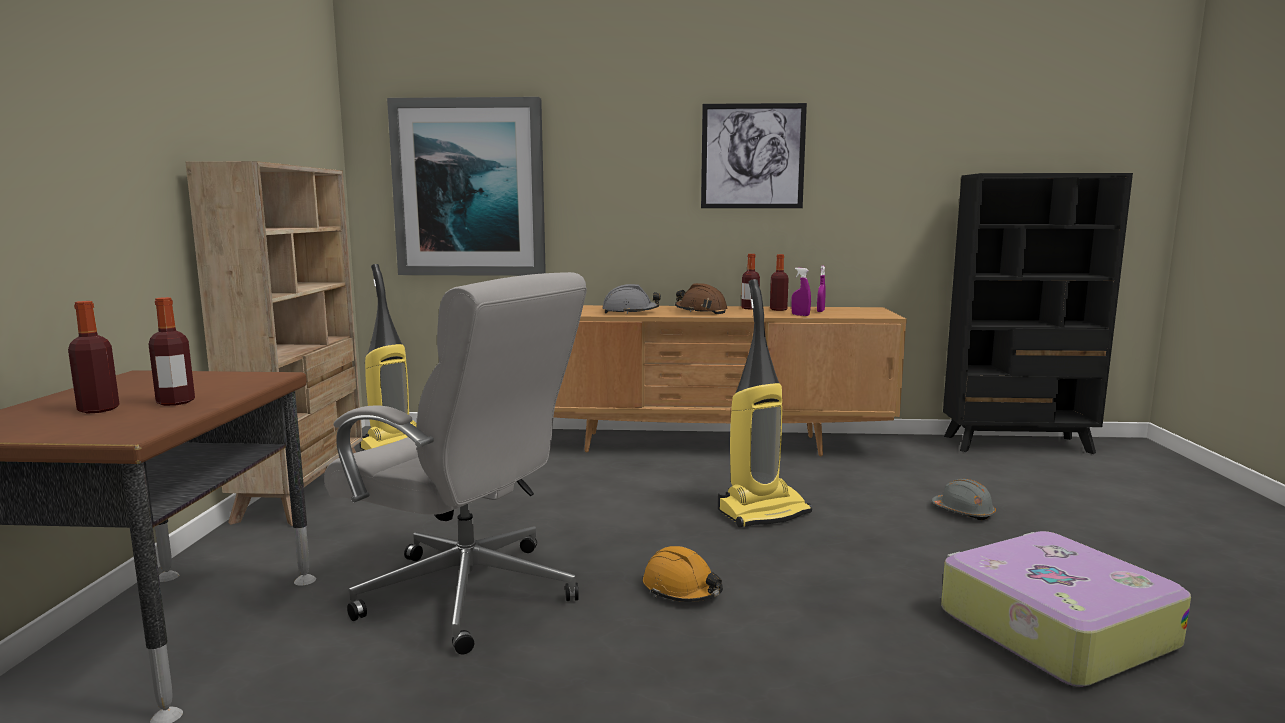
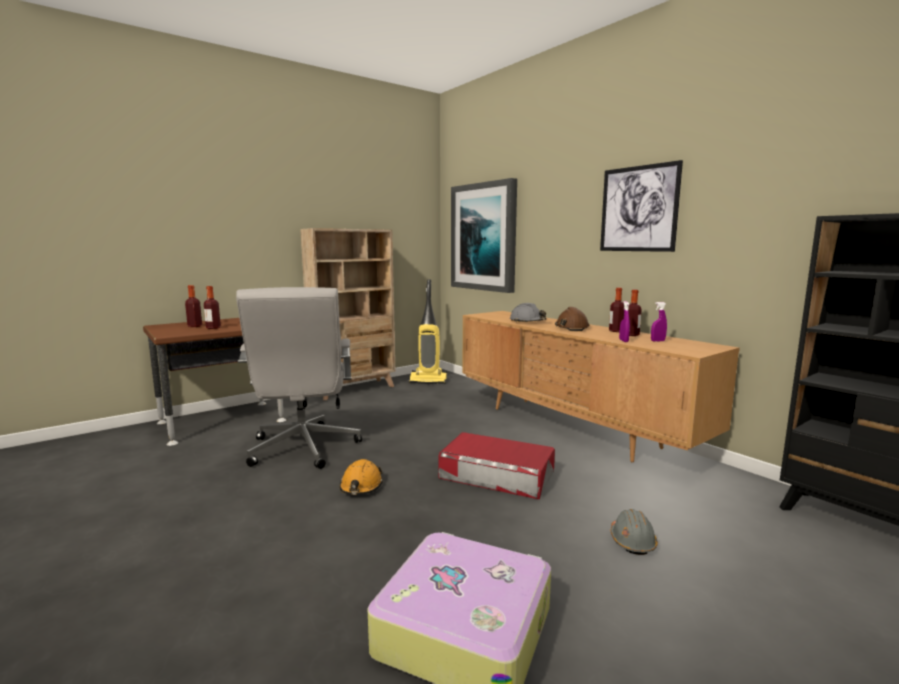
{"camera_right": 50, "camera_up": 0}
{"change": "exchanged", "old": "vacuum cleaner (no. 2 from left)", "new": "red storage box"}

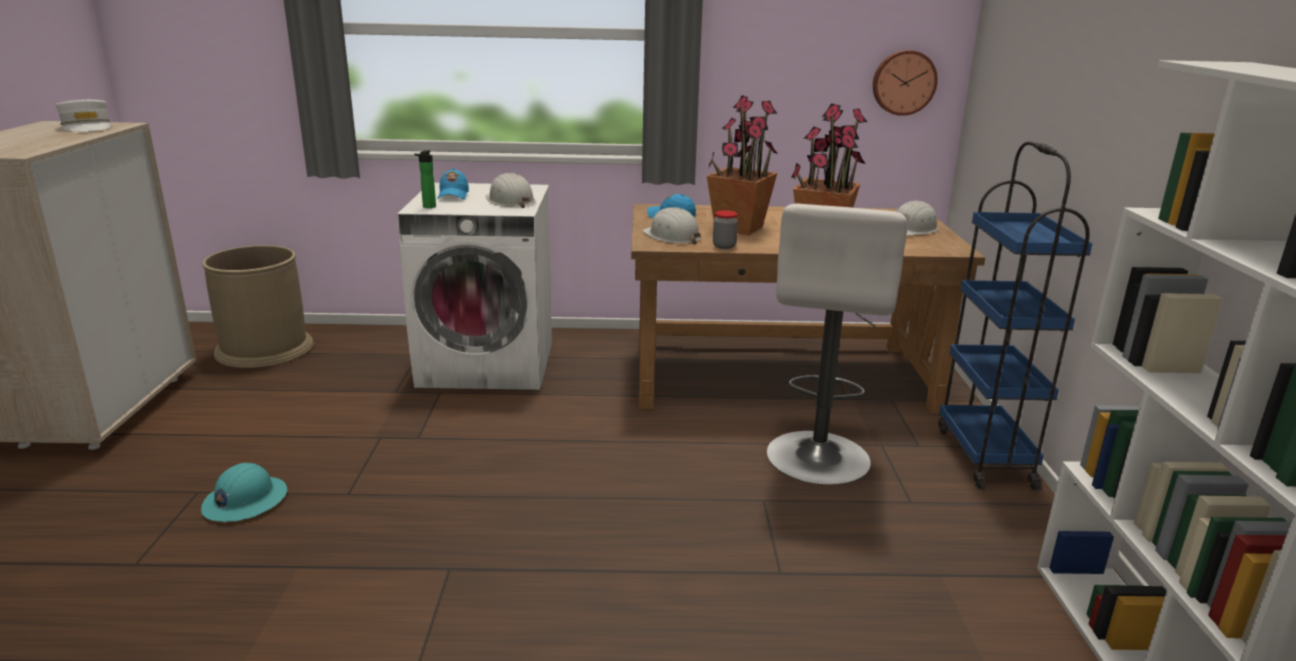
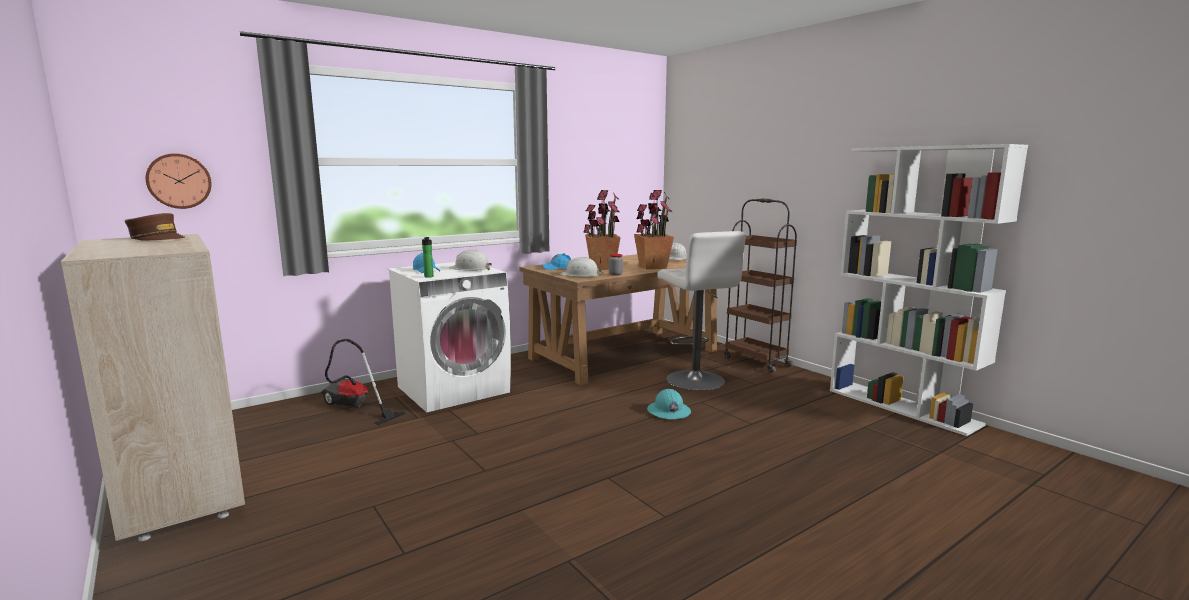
{"camera_right": -35, "camera_up": -10}
{"change": "relocated", "old": "wall clock"}
{"change": "colour", "old": "white cap", "new": "brown cap"}
{"change": "colour", "old": "blue cart", "new": "brown cart"}
{"change": "missing", "old": "brown trash can"}
{"change": "relocated", "old": "turquoise hard hat"}
{"change": "appeared", "new": "vacuum cleaner"}

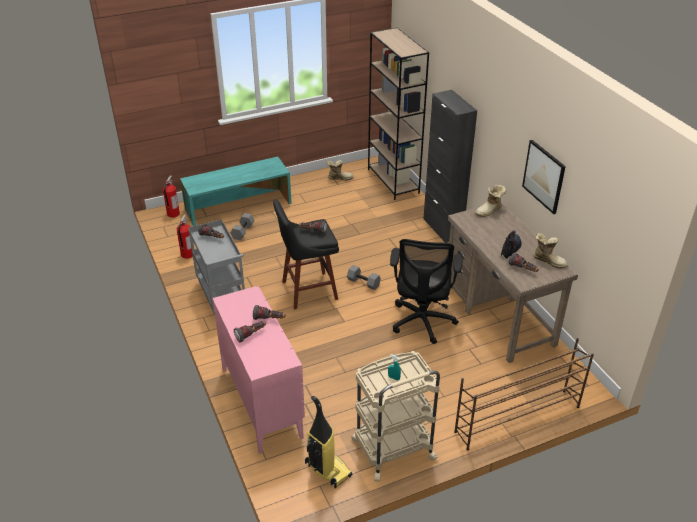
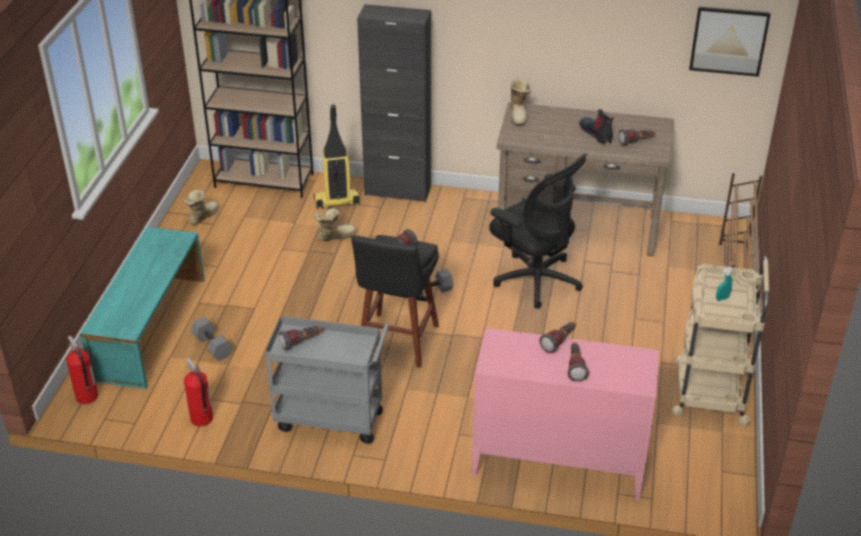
{"camera_right": -55, "camera_up": 0}
{"change": "relocated", "old": "picture"}
{"change": "relocated", "old": "boot (no. 4 from left in the first image)", "new": "boot (no. 2 from left)"}
{"change": "relocated", "old": "vacuum cleaner"}

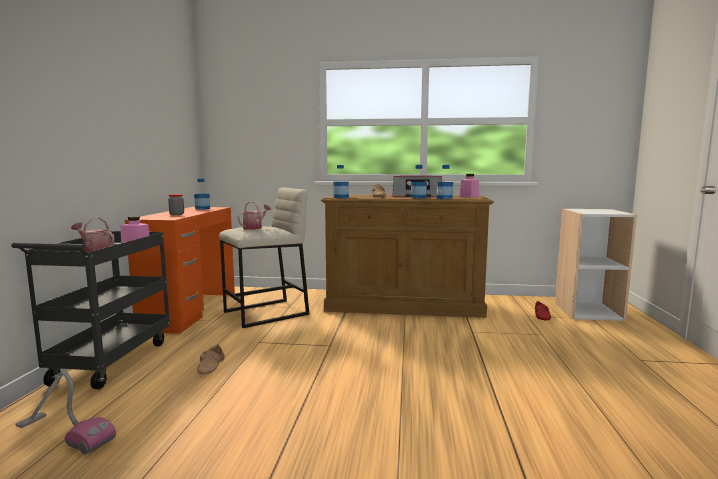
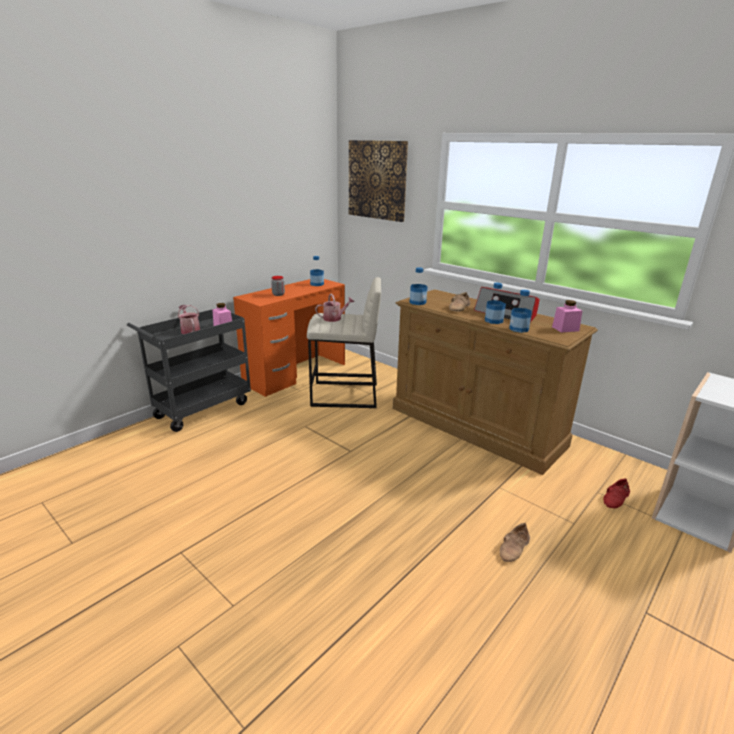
{"camera_right": 35, "camera_up": 15}
{"change": "relocated", "old": "beige shoe (no. 1 from left in the first image)", "new": "beige shoe (no. 2 from left)"}
{"change": "missing", "old": "vacuum cleaner"}
{"change": "appeared", "new": "picture"}

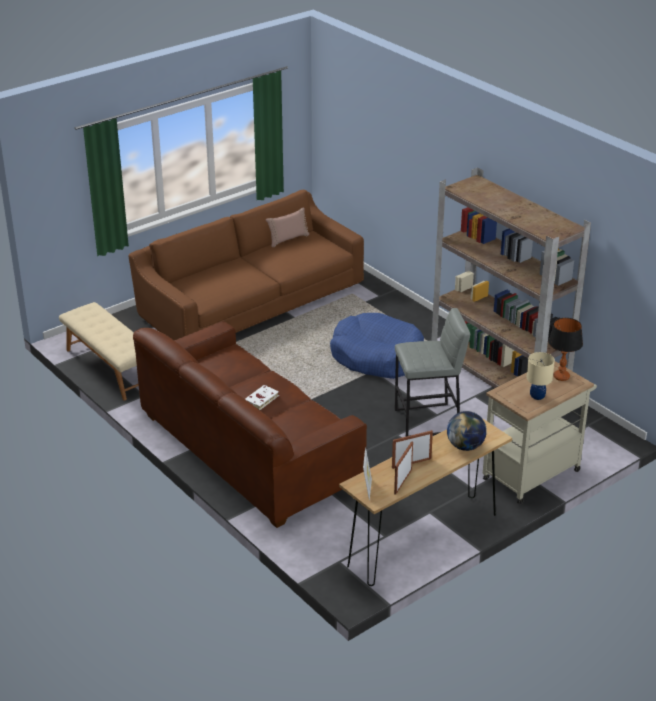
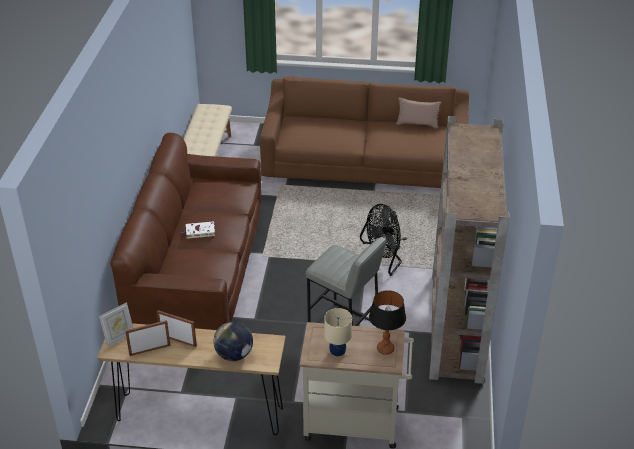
{"camera_right": 45, "camera_up": 5}
{"change": "exchanged", "old": "blue dog bed", "new": "black fan"}

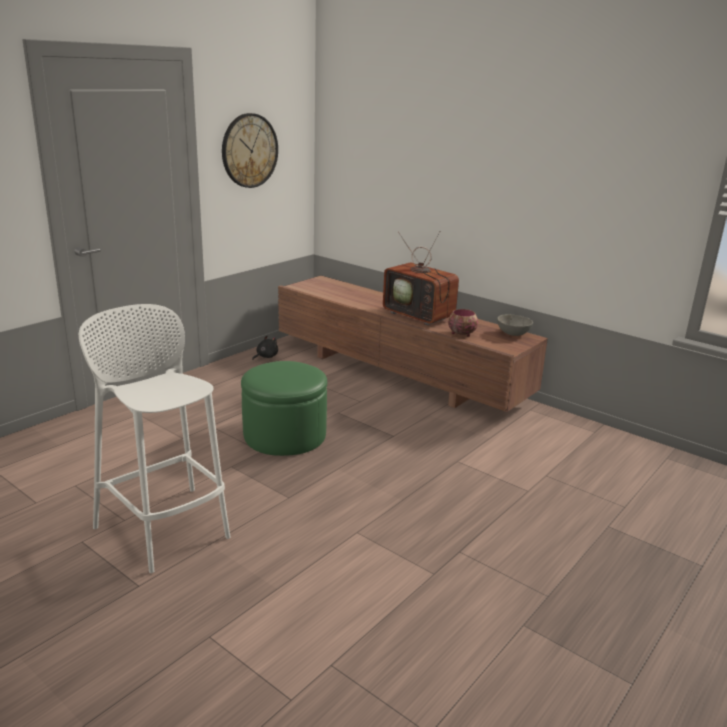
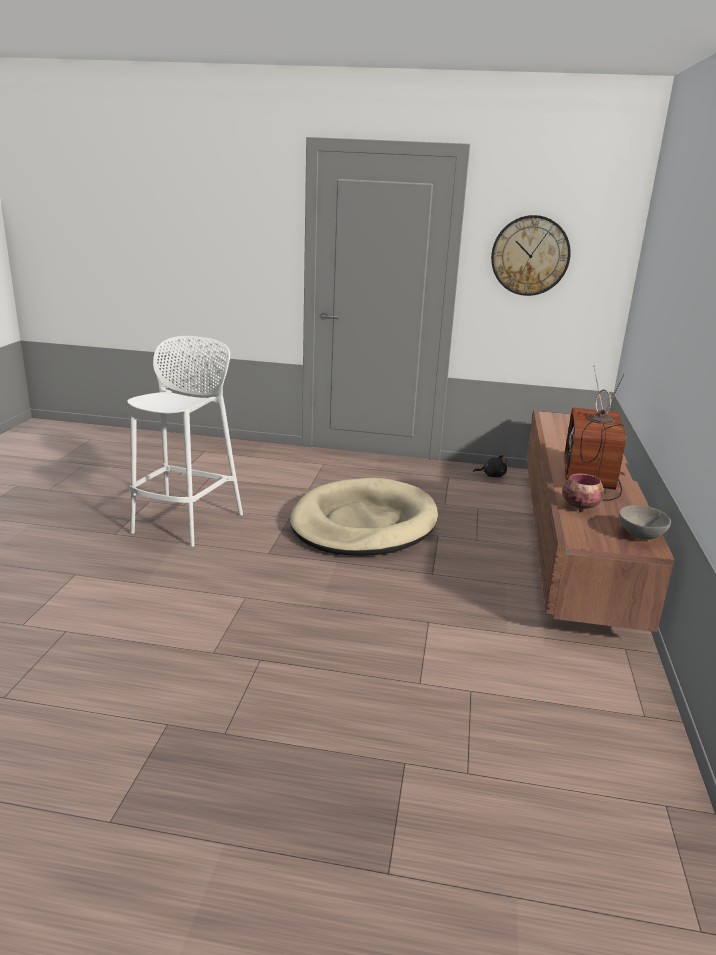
{"camera_right": 60, "camera_up": 0}
{"change": "exchanged", "old": "green ottoman", "new": "beige dog bed"}

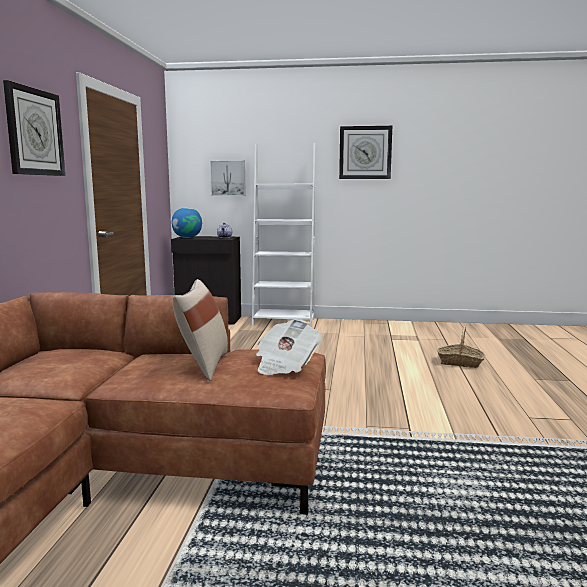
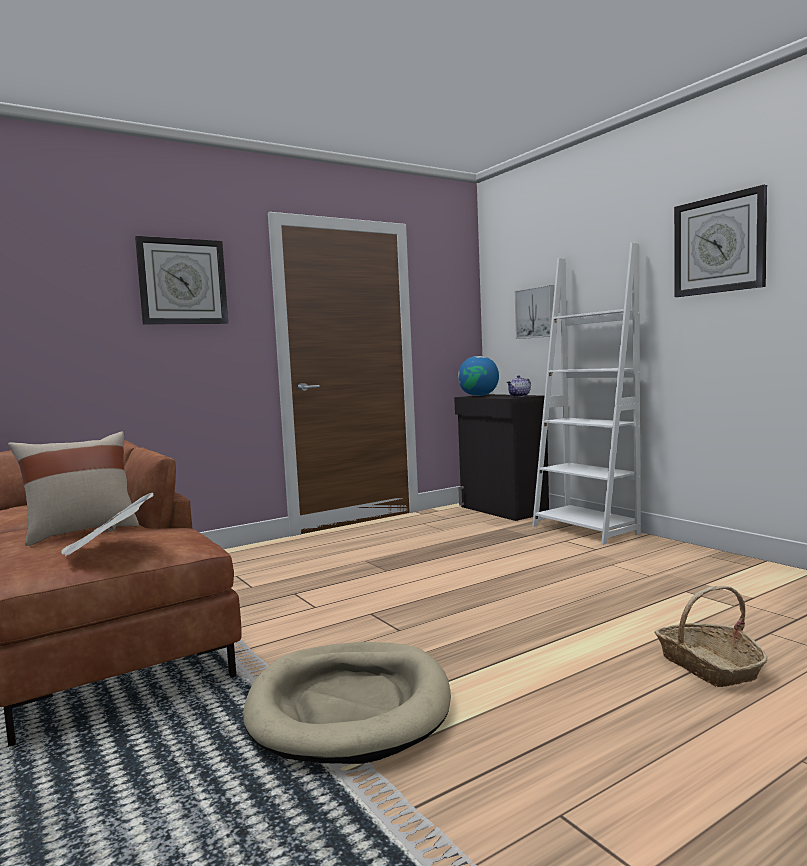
{"camera_right": 50, "camera_up": -5}
{"change": "appeared", "new": "beige dog bed"}

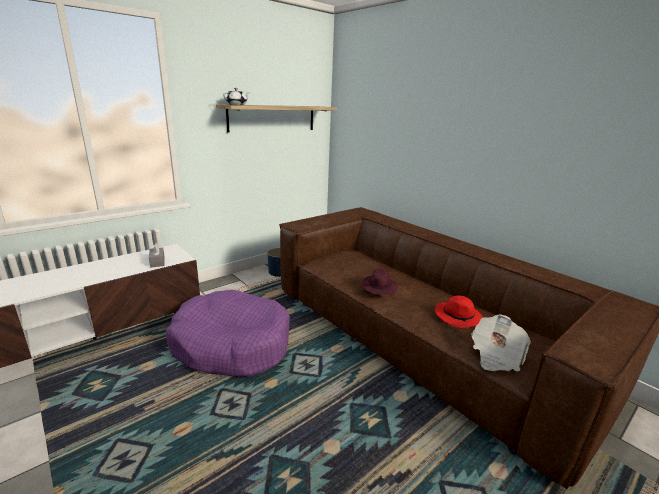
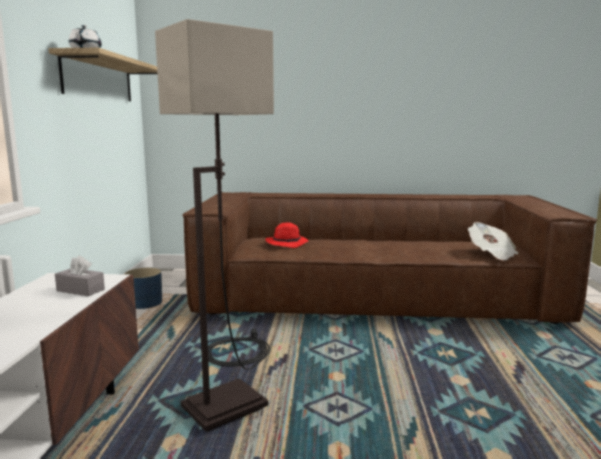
{"camera_right": -45, "camera_up": -10}
{"change": "missing", "old": "purple hat"}
{"change": "exchanged", "old": "purple dog bed", "new": "floor lamp"}
{"change": "relocated", "old": "red hat"}

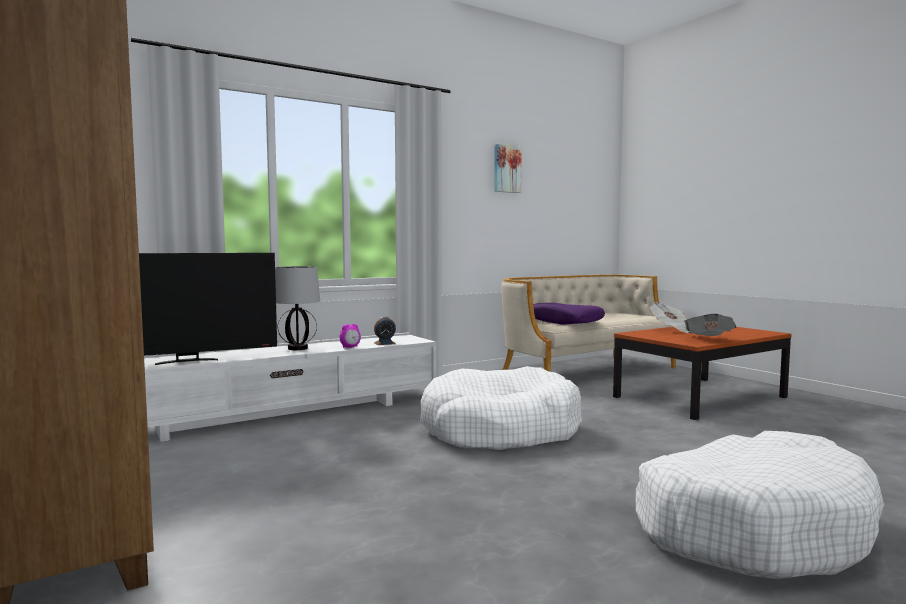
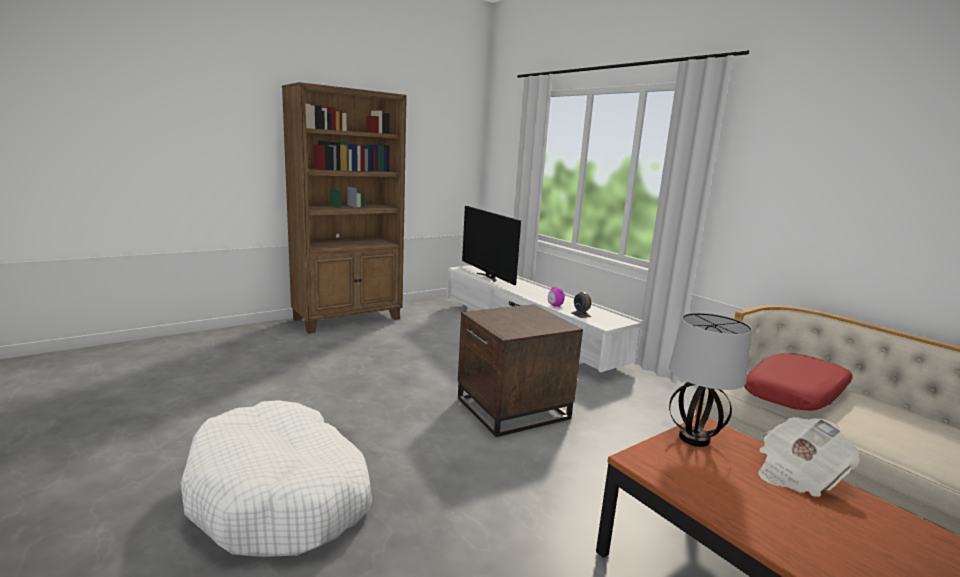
{"camera_right": 85, "camera_up": 10}
{"change": "missing", "old": "picture"}
{"change": "relocated", "old": "table lamp"}
{"change": "colour", "old": "purple pillow", "new": "red pillow"}
{"change": "missing", "old": "newspaper (no. 2 from left)"}
{"change": "exchanged", "old": "white dog bed (no. 1 from left)", "new": "brown side table"}

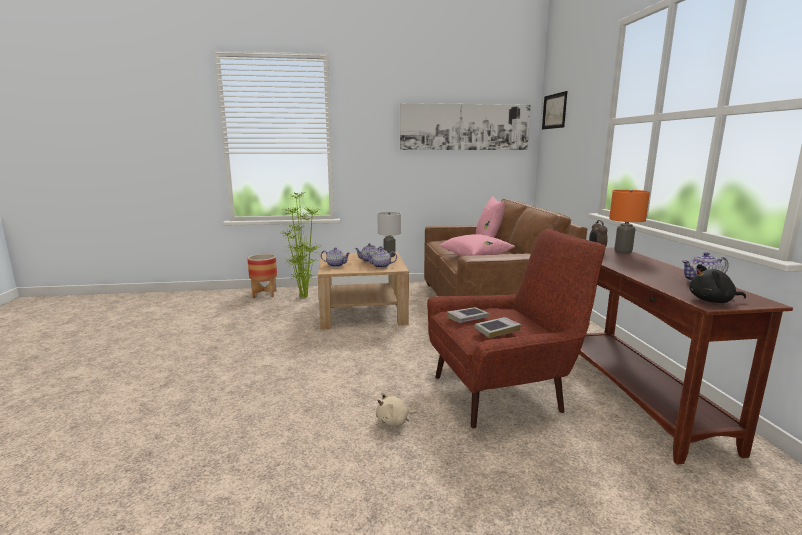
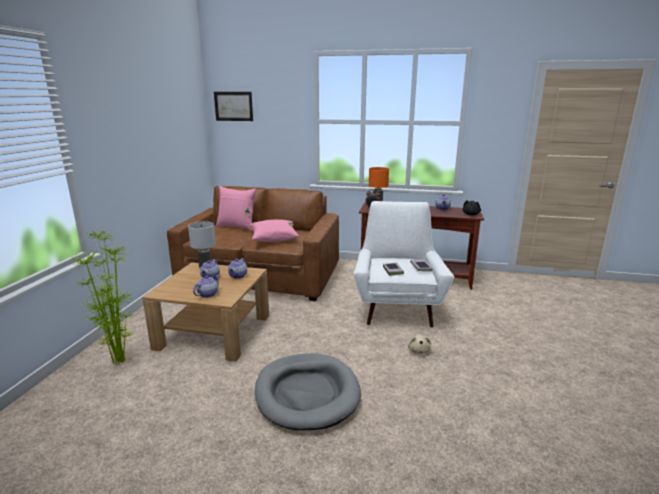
{"camera_right": -70, "camera_up": 5}
{"change": "missing", "old": "picture (no. 1 from left)"}
{"change": "colour", "old": "red armchair", "new": "white armchair"}
{"change": "missing", "old": "planter"}
{"change": "appeared", "new": "grey dog bed"}

